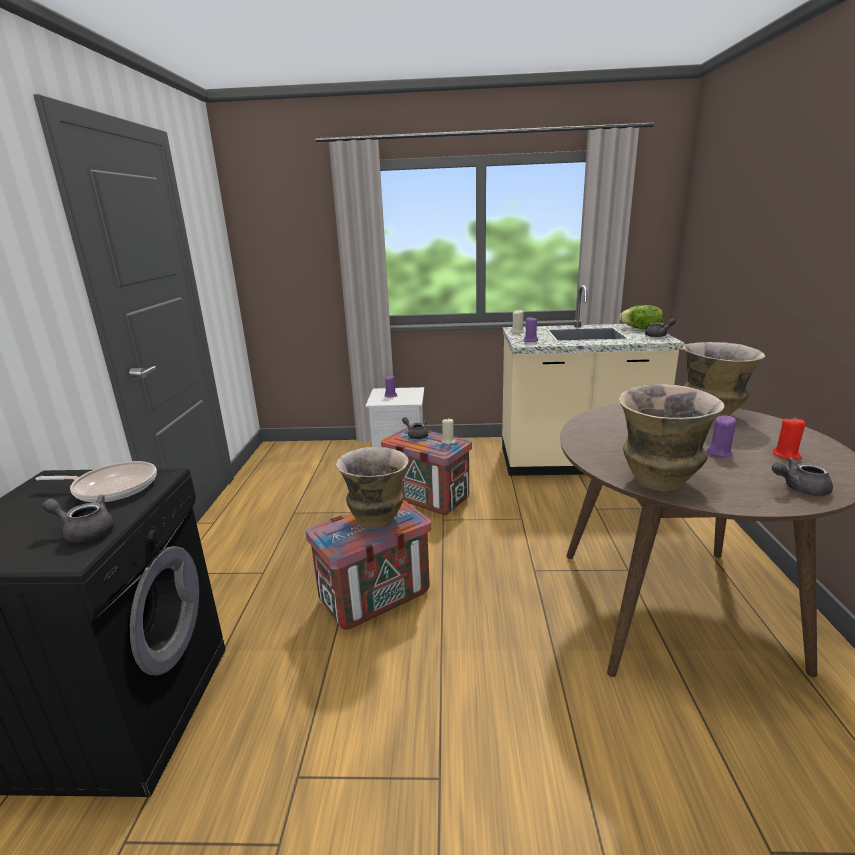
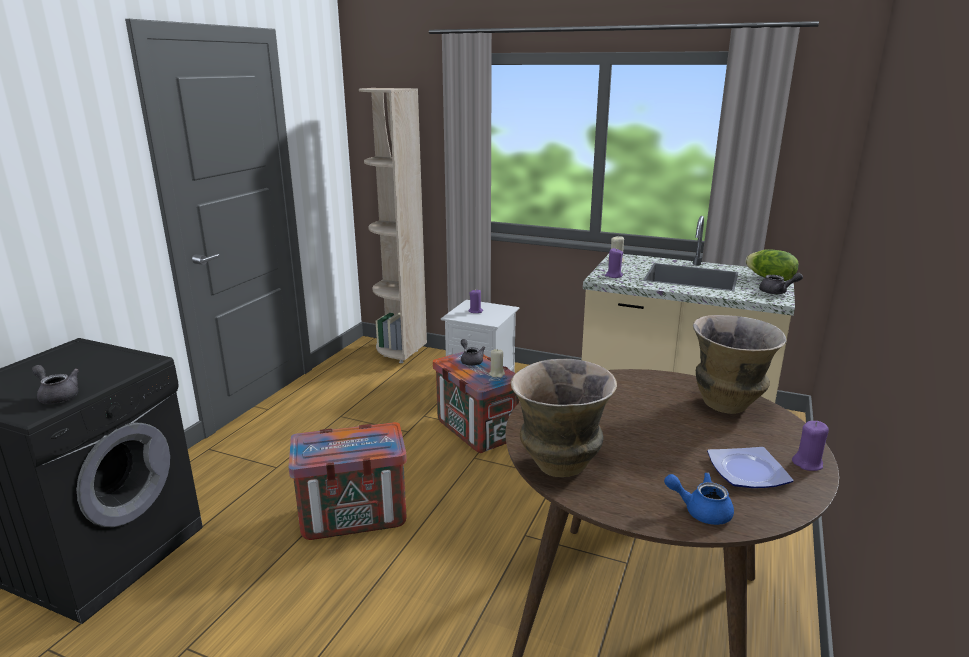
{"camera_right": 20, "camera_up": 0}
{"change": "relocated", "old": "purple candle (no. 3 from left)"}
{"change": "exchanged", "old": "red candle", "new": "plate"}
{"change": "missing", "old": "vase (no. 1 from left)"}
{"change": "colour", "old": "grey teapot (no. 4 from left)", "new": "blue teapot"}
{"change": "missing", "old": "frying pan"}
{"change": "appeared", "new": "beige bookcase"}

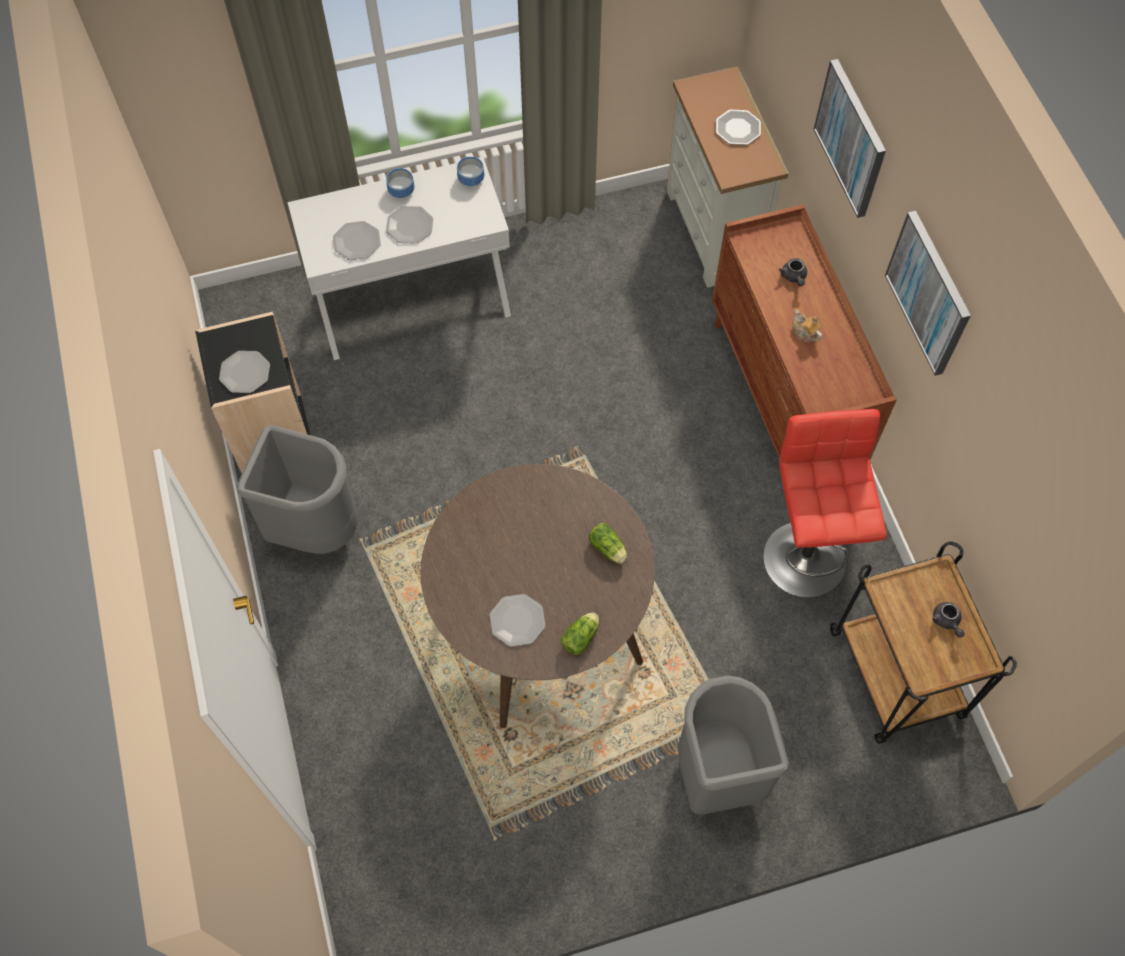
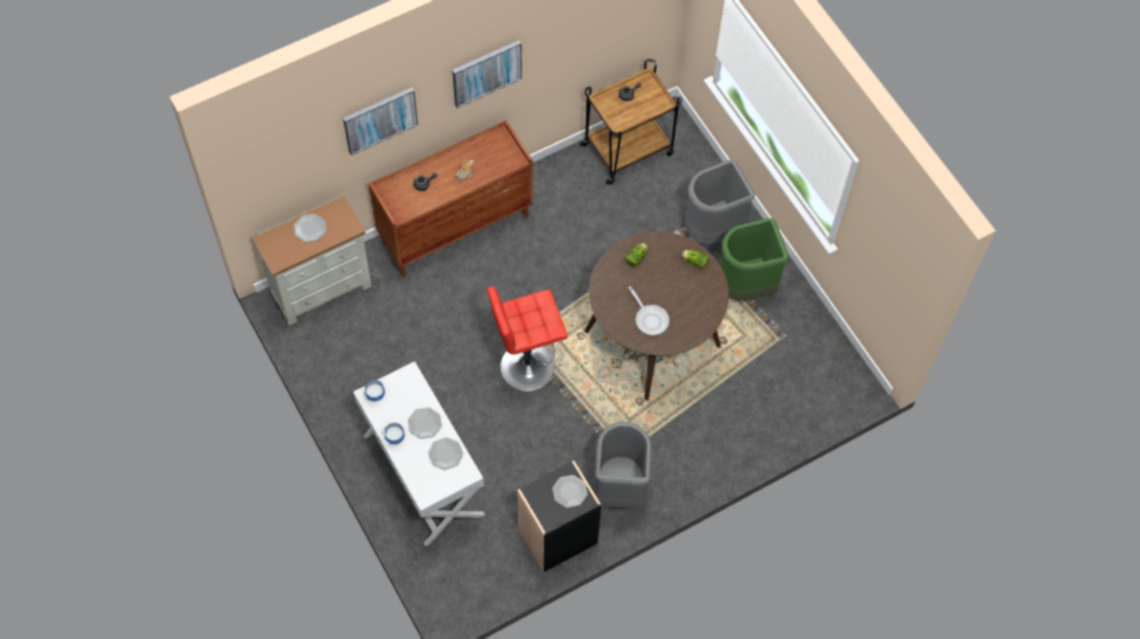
{"camera_right": -105, "camera_up": 0}
{"change": "relocated", "old": "red stool"}
{"change": "missing", "old": "plate (no. 4 from left)"}
{"change": "appeared", "new": "green trash can"}
{"change": "appeared", "new": "frying pan"}

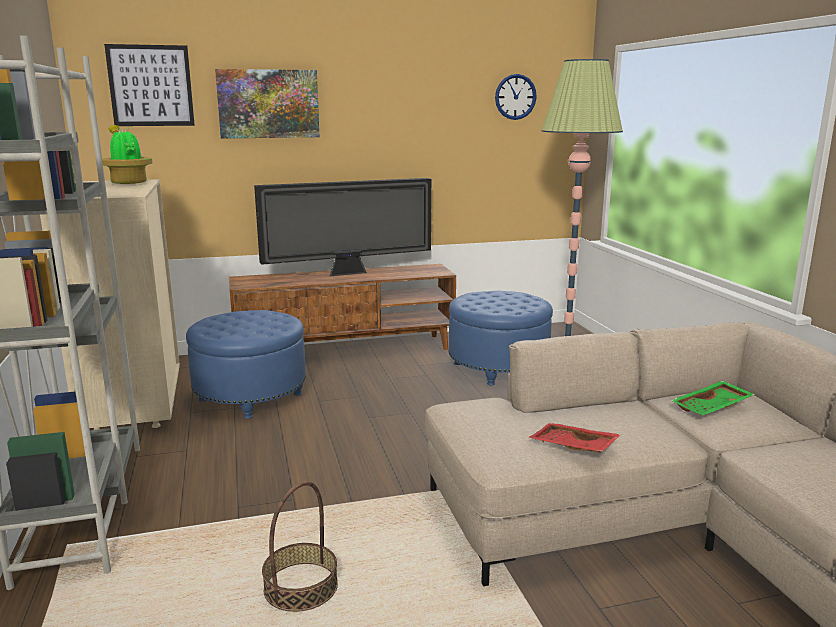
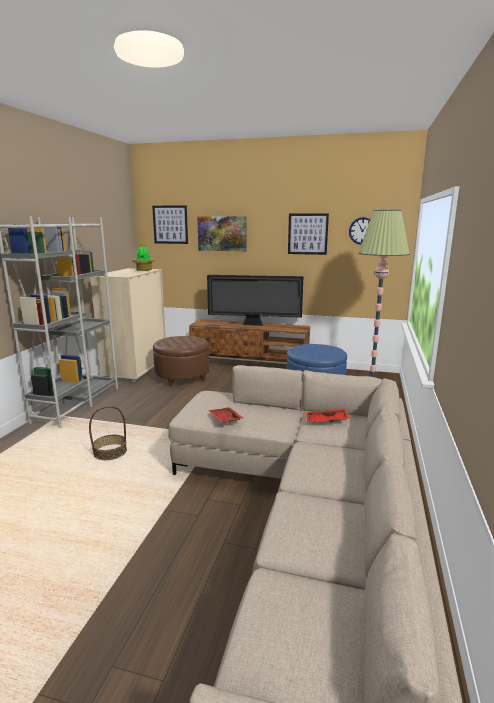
{"camera_right": 30, "camera_up": 0}
{"change": "colour", "old": "blue ottoman (no. 1 from left)", "new": "brown ottoman"}
{"change": "colour", "old": "green tray", "new": "red tray (no. 2 from left)"}
{"change": "appeared", "new": "picture (no. 3 from left)"}

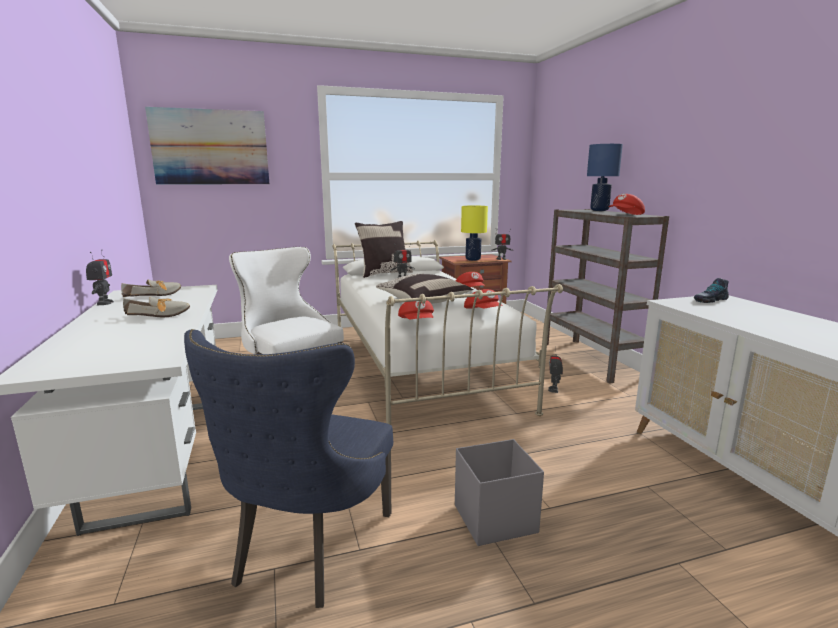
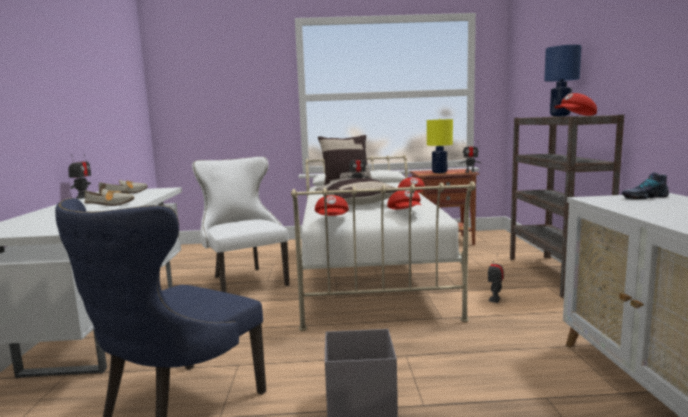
{"camera_right": 15, "camera_up": -5}
{"change": "missing", "old": "picture"}

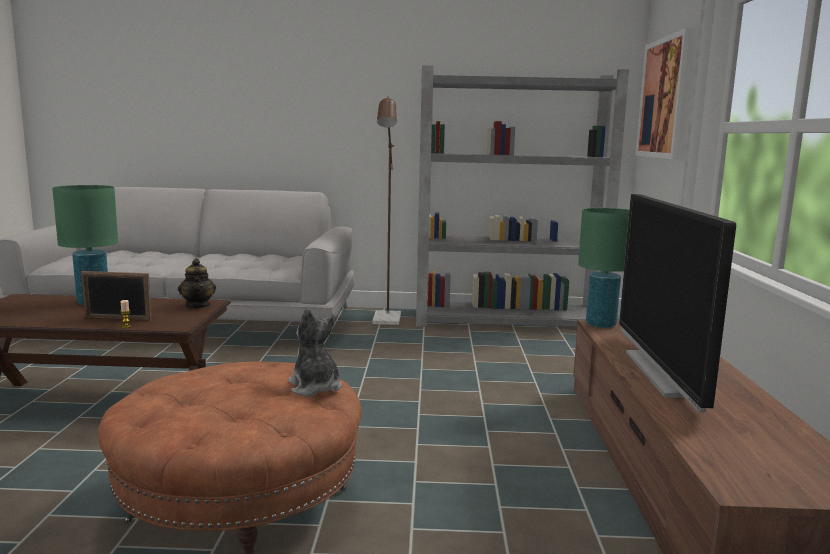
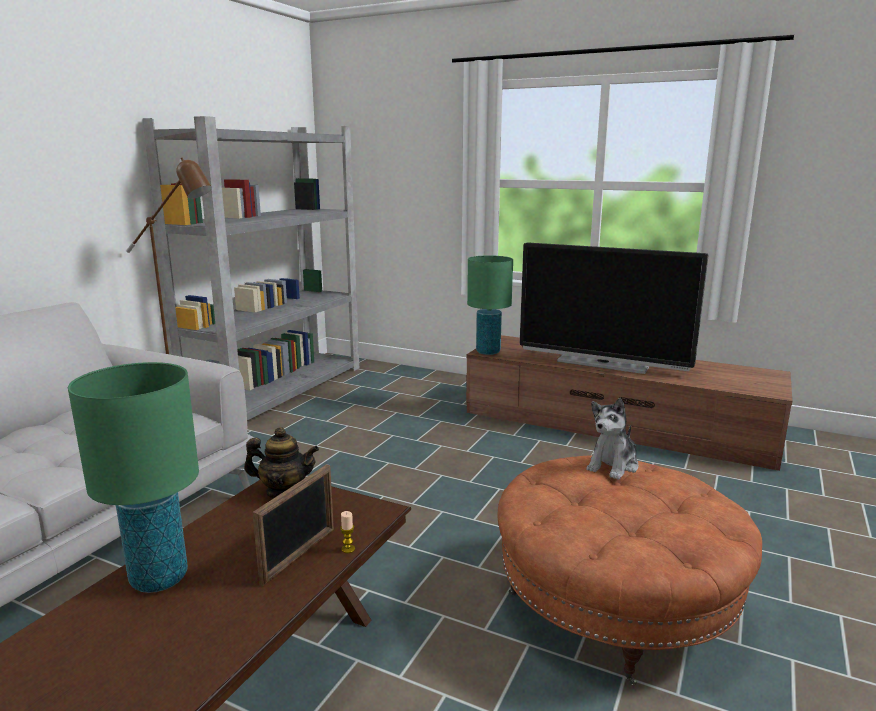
{"camera_right": -65, "camera_up": 5}
{"change": "missing", "old": "picture"}
{"change": "spun", "old": "plush toy", "degrees": -45}

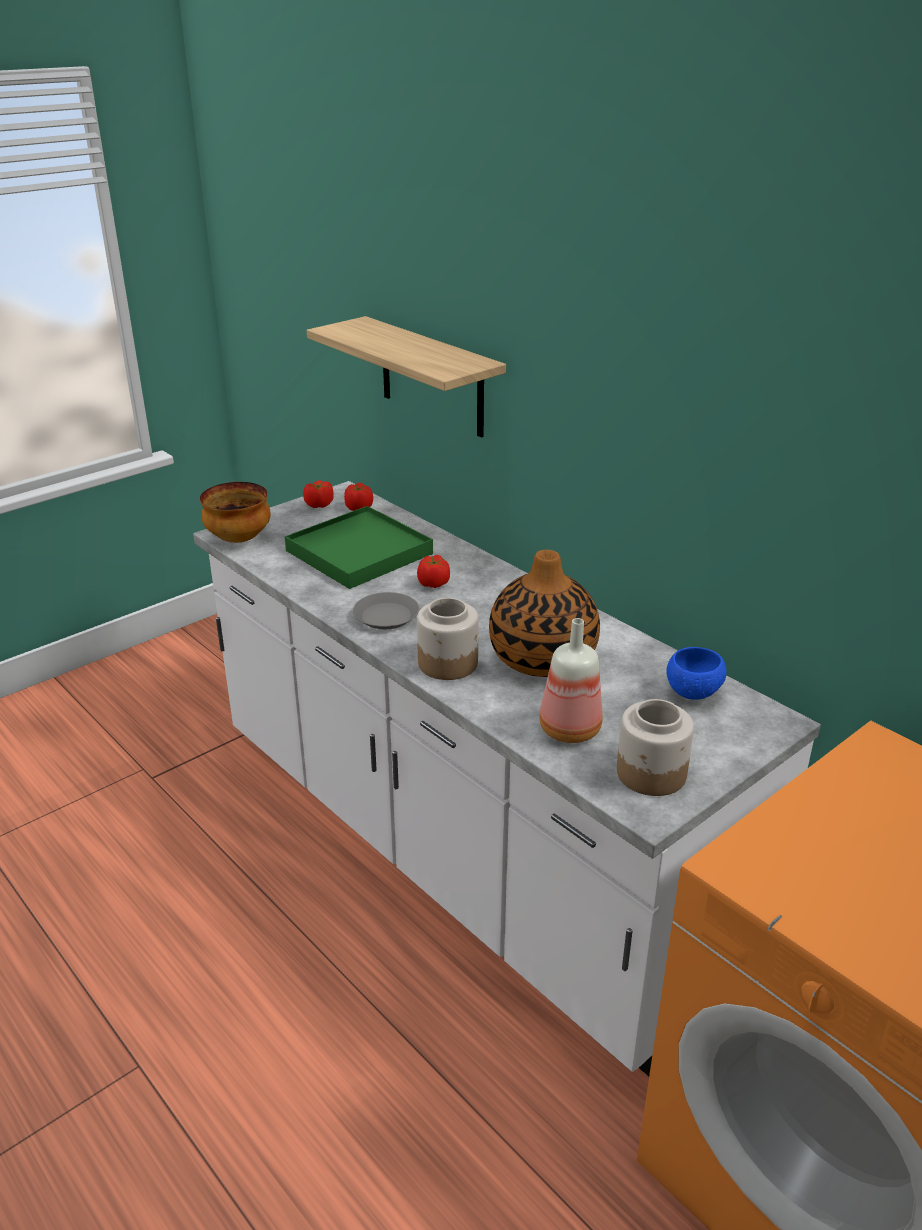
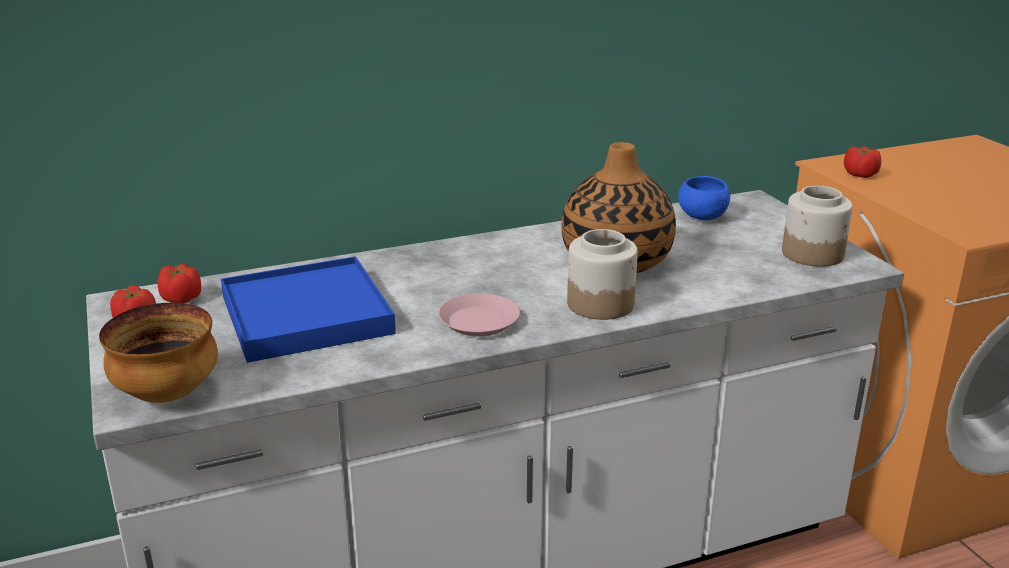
{"camera_right": -70, "camera_up": -5}
{"change": "missing", "old": "shelf"}
{"change": "colour", "old": "green tray", "new": "blue tray"}
{"change": "relocated", "old": "tomato (no. 3 from left)"}
{"change": "colour", "old": "grey plate", "new": "pink plate"}
{"change": "missing", "old": "bottle"}

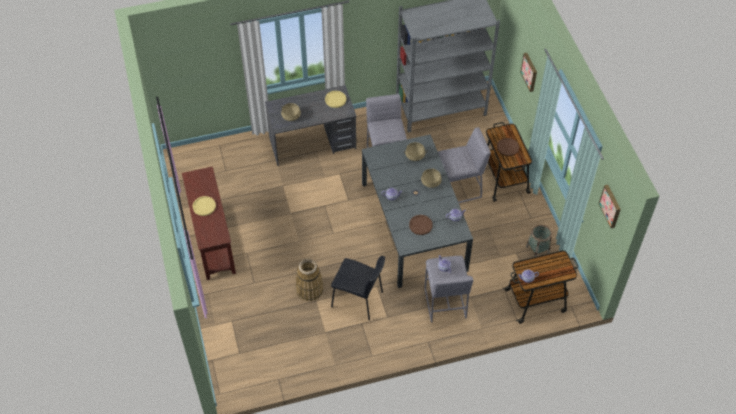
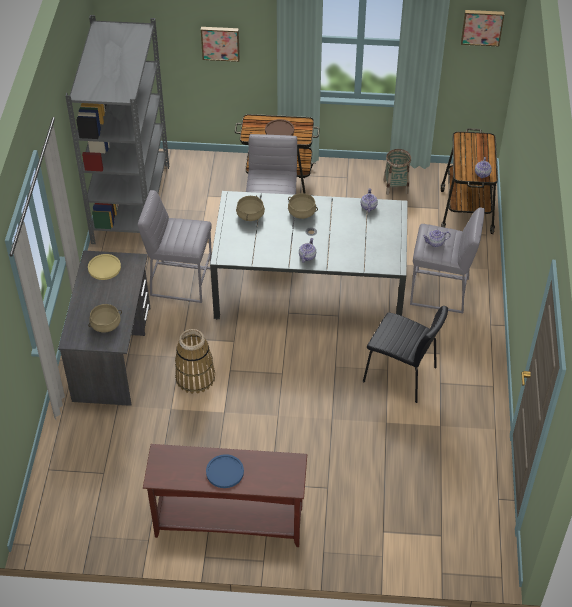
{"camera_right": -70, "camera_up": -5}
{"change": "colour", "old": "yellow plate (no. 1 from left)", "new": "blue plate"}
{"change": "missing", "old": "brown plate (no. 1 from left)"}
{"change": "spun", "old": "black chair", "degrees": 75}
{"change": "relocated", "old": "basket (no. 1 from left)"}

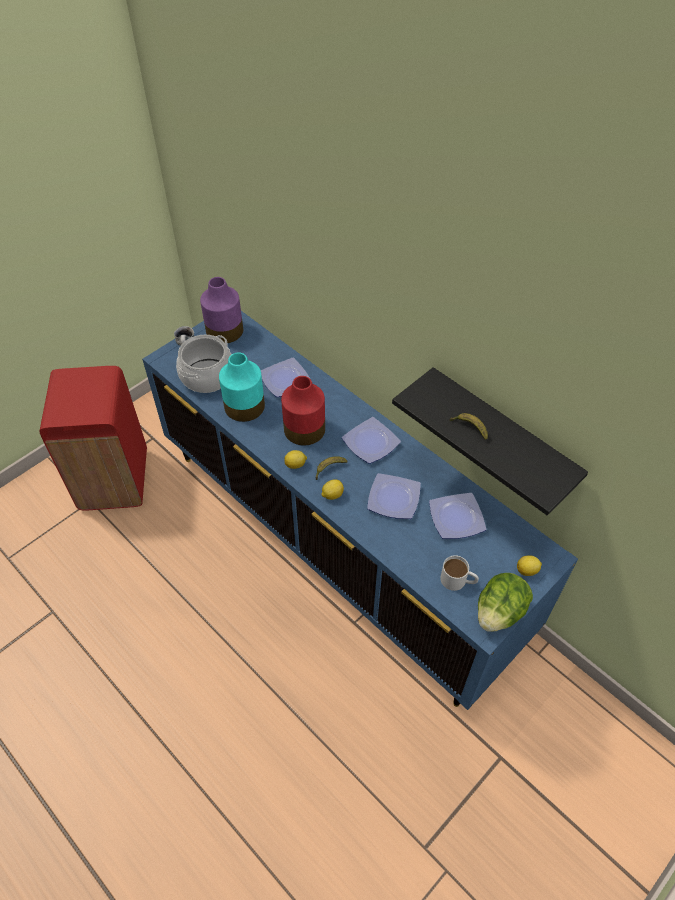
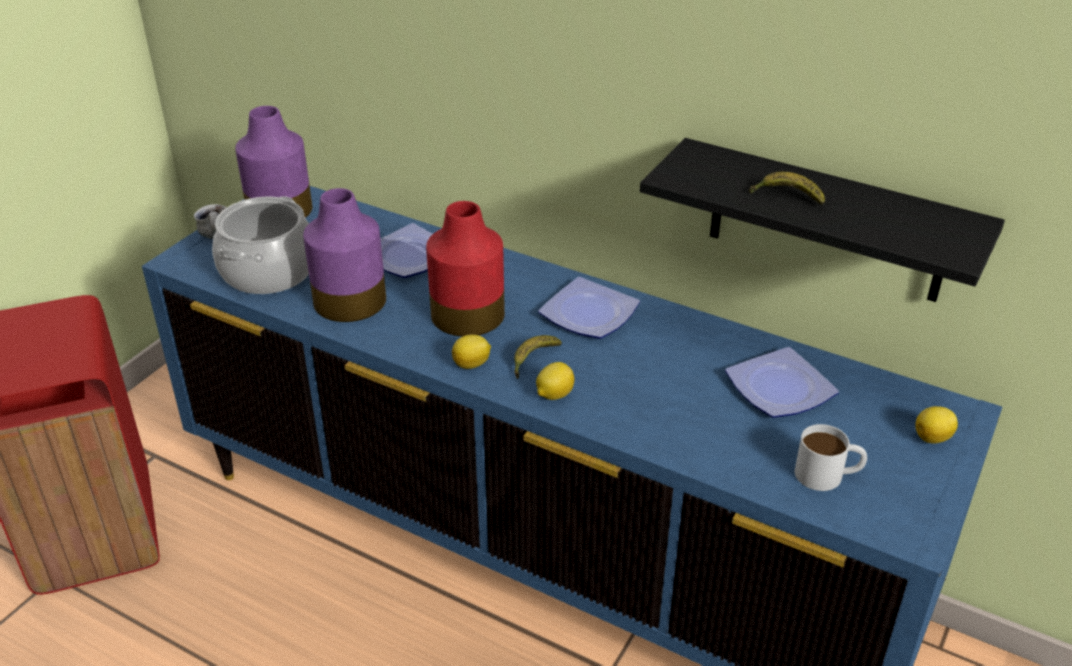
{"camera_right": -15, "camera_up": -15}
{"change": "colour", "old": "turquoise vase", "new": "purple vase (no. 2 from left)"}
{"change": "missing", "old": "plate (no. 3 from left)"}
{"change": "missing", "old": "lettuce"}

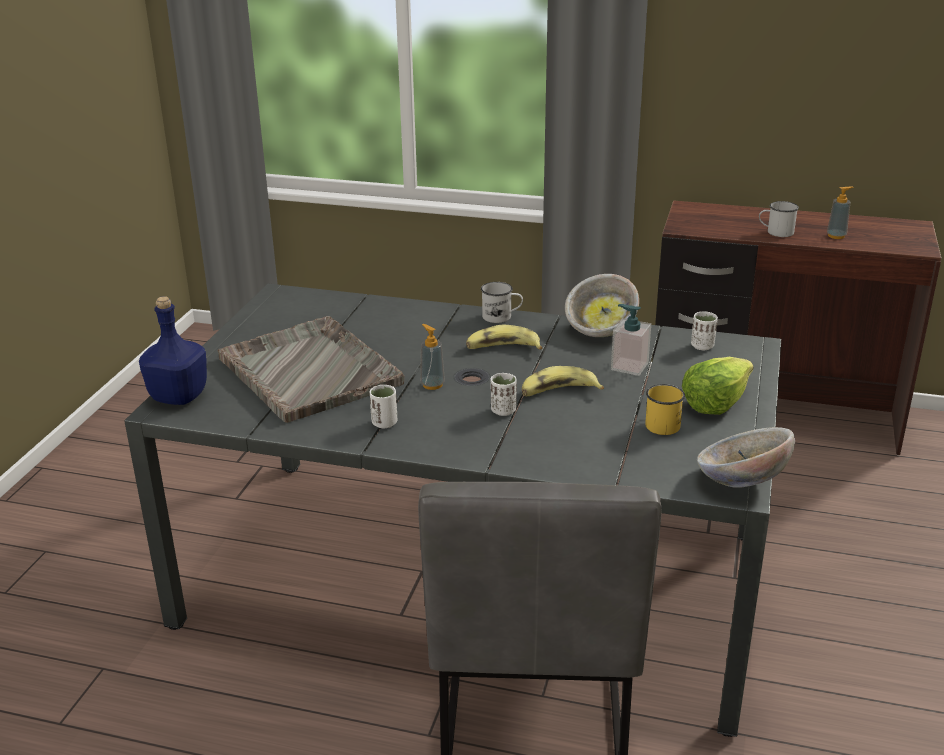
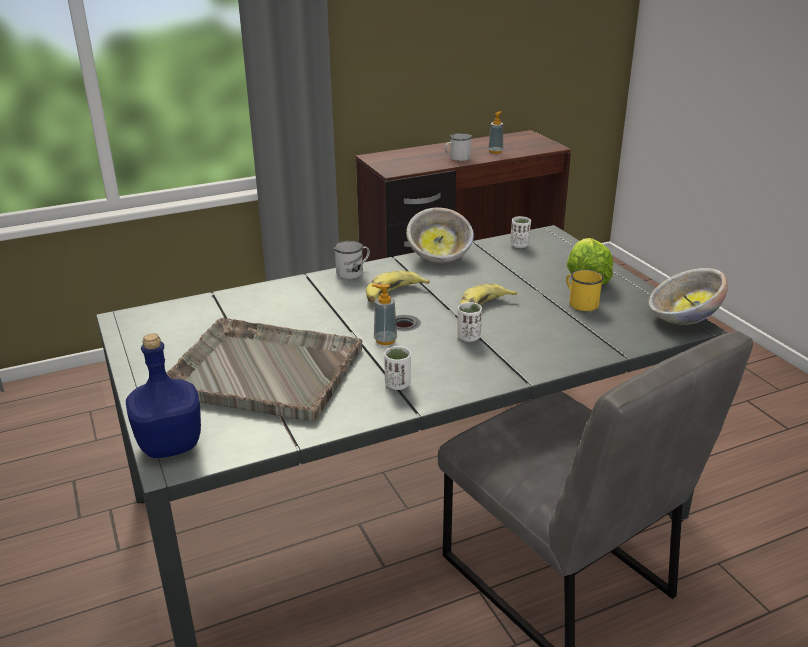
{"camera_right": -40, "camera_up": 0}
{"change": "missing", "old": "soap dispenser (no. 2 from left)"}

